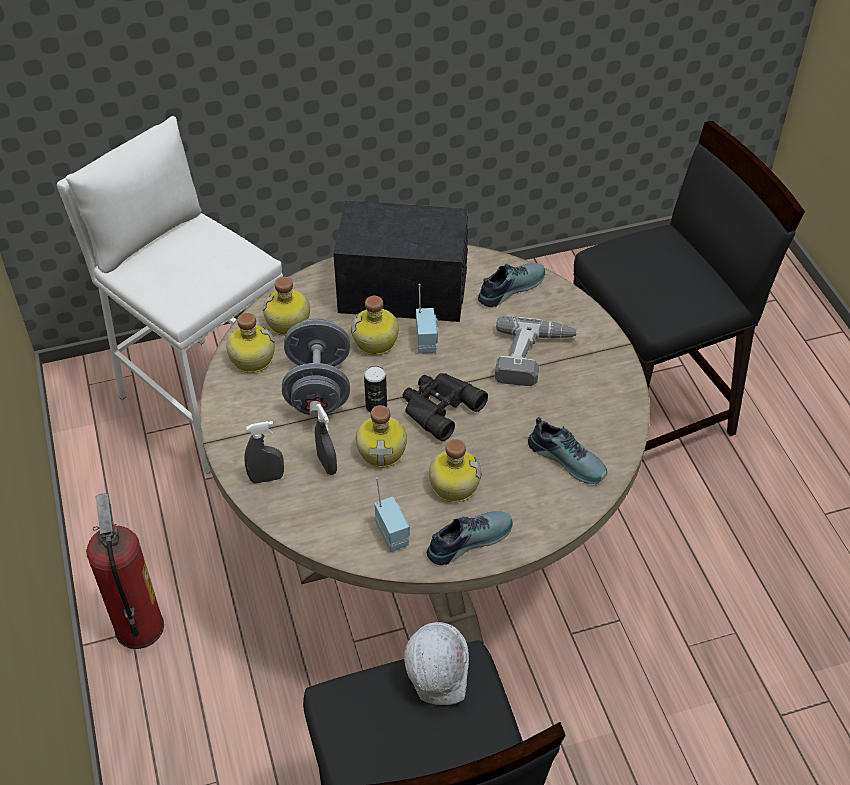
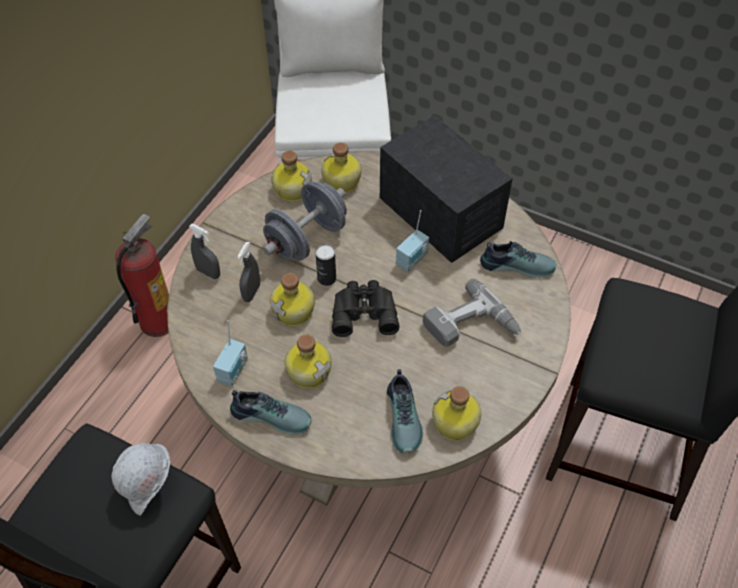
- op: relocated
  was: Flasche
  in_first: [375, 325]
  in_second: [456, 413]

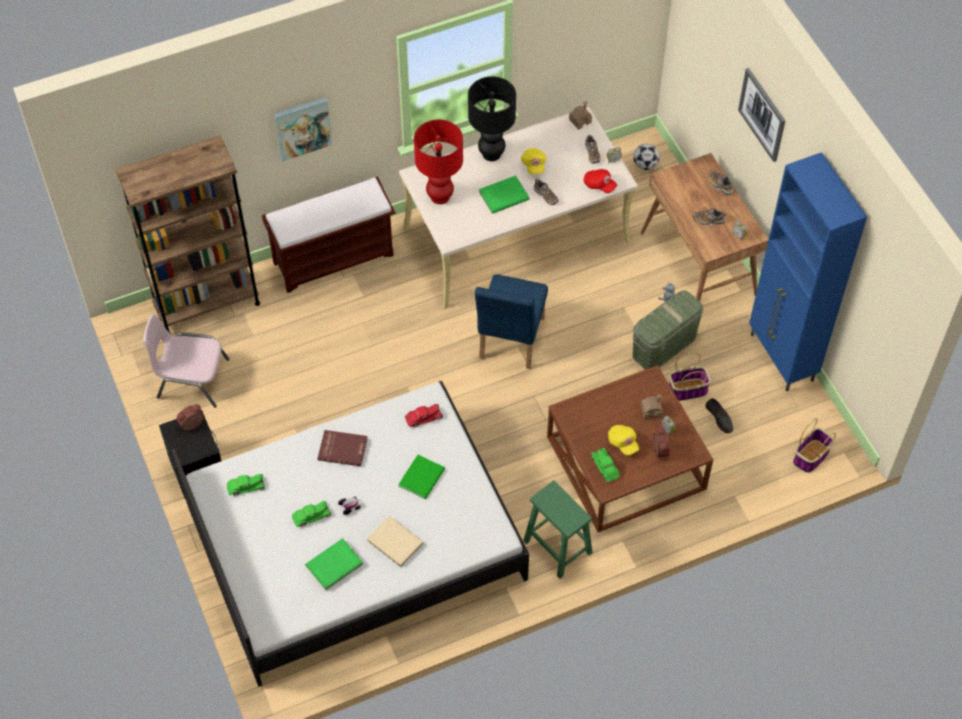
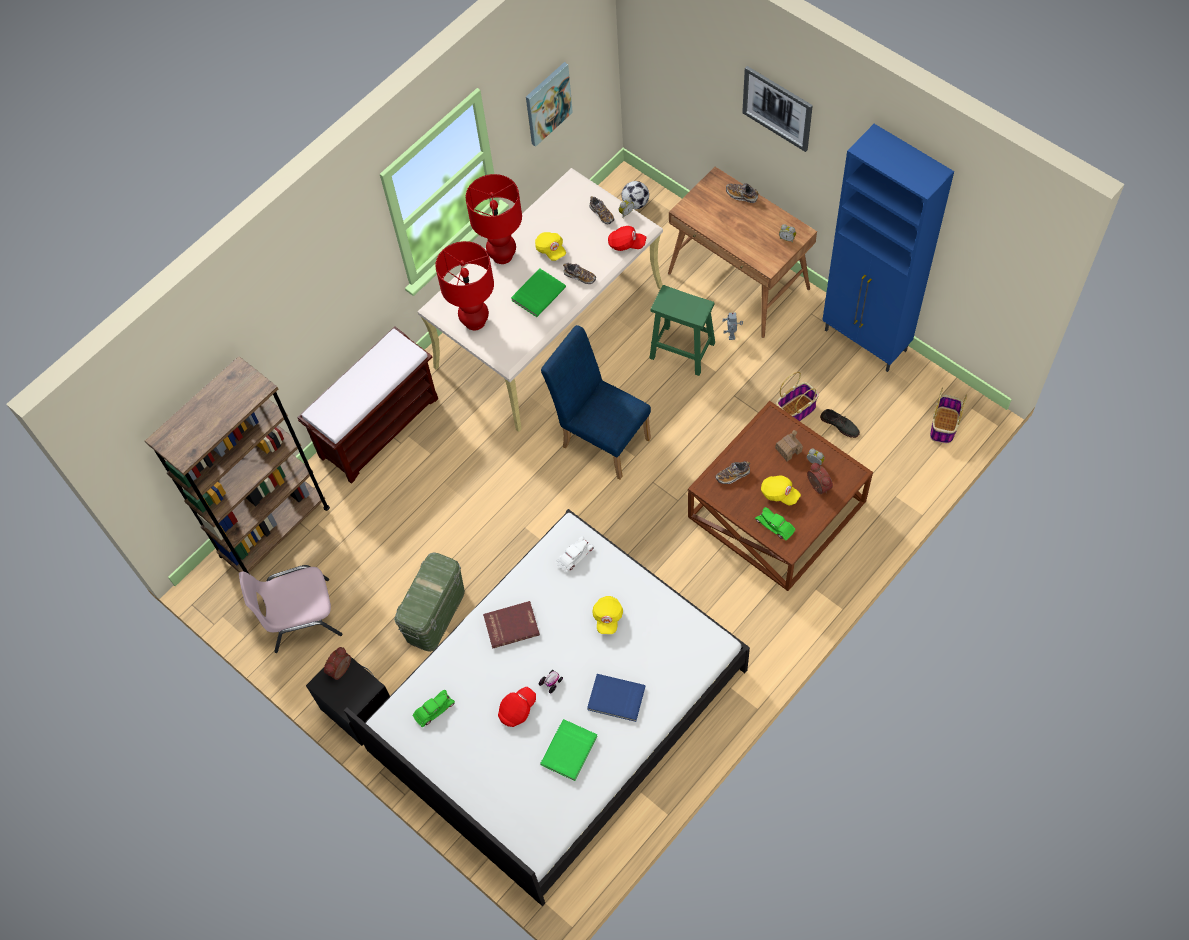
- op: missing
  was: Spielzeughaus
  in_first: [580, 115]
- op: relocated
  was: Bild
  in_first: [303, 129]
  in_second: [549, 104]
- op: relocated
  was: Hocker [grün]
  in_first: [558, 529]
  in_second: [682, 330]
- op: relocated
  was: Aufbewahrungsbox [grün]
  in_first: [667, 330]
  in_second: [429, 602]
- op: relocated
  was: Schuh
  in_first: [709, 216]
  in_second: [733, 472]
- op: exchanged
  was: Spielzeugauto [grün]
  now: Kappe [rot]
  in_first: [312, 514]
  in_second: [517, 707]
- op: exchanged
  was: Buch [grün]
  now: Kappe [gelb]
  in_first: [421, 477]
  in_second: [608, 615]
- op: colour
  was: Buch [beige]
  now: Buch [blau]
  in_first: [395, 542]
  in_second: [616, 698]
- op: colour
  was: Spielzeugauto [rot]
  now: Spielzeugauto [weiß]
  in_first: [424, 415]
  in_second: [575, 554]
- op: colour
  was: Tischlampe [schwarz]
  now: Tischlampe [rot]
  in_first: [492, 118]
  in_second: [494, 219]
- op: spun
  was: Stuhl [blau]
  in_first: [511, 321]
  in_second: [596, 402]
  clockwise: 135

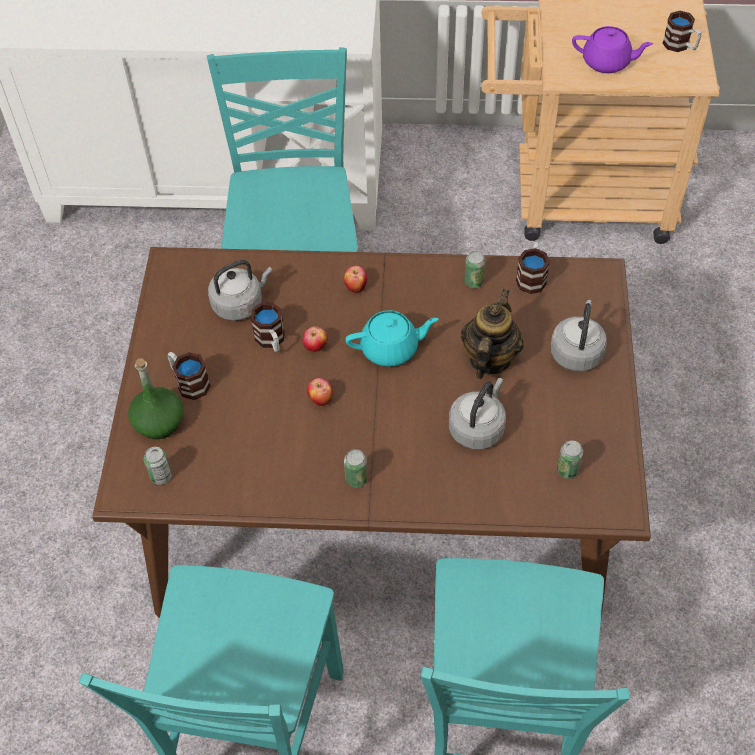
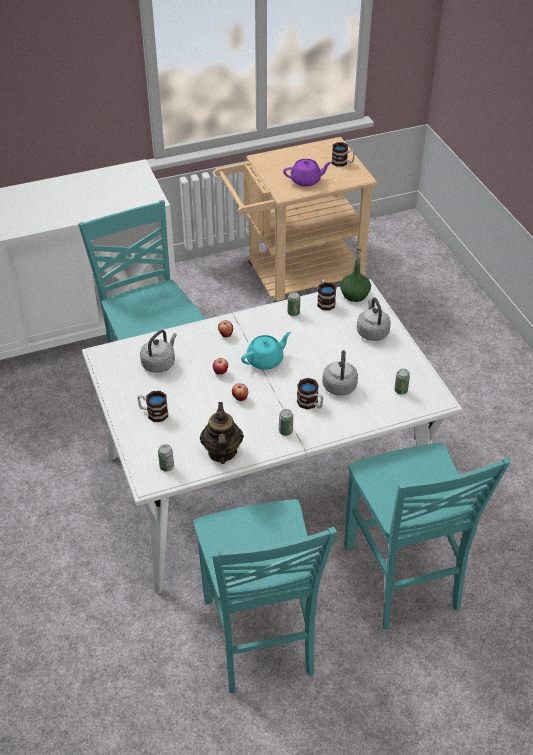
- op: relocated
  was: Flasche [grün]
  in_first: [155, 398]
  in_second: [355, 274]
- op: relocated
  was: Henkelbecher
  in_first: [268, 327]
  in_second: [310, 394]
- op: relocated
  was: Teekanne
  in_first: [492, 334]
  in_second: [222, 433]
- op: colour
  was: Esstisch [braun]
  now: Esstisch [weiß]
  in_first: [371, 432]
  in_second: [272, 436]

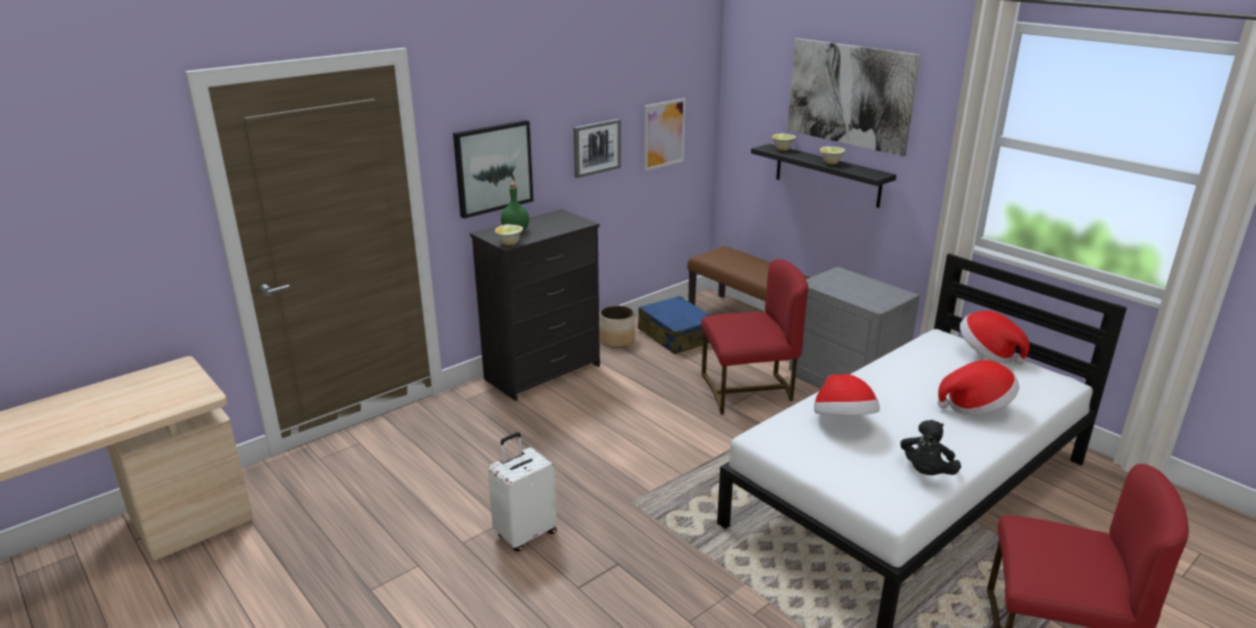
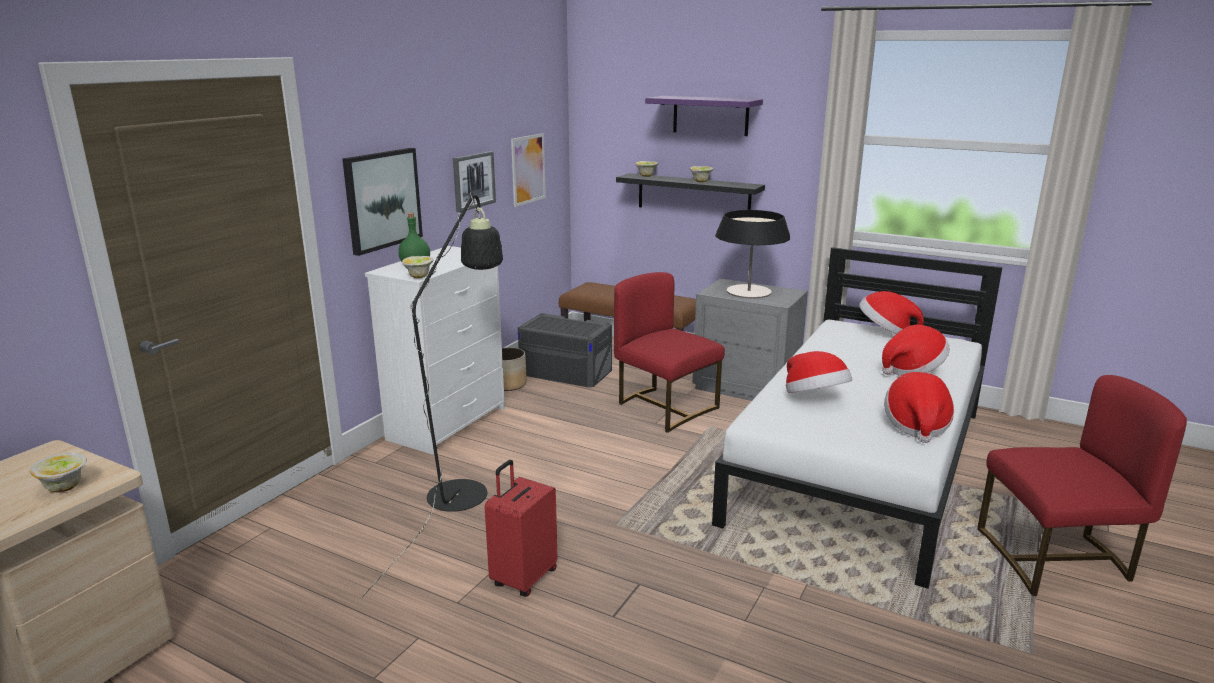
- op: appeared
  now: Schüssel
  in_second: [58, 472]
- op: appeared
  now: Stehlampe [schwarz]
  in_second: [432, 394]
- op: appeared
  now: Tischlampe
  in_second: [752, 254]
- op: exchanged
  was: Koffer [blau]
  now: Aufbewahrungsbox [grau]
  in_first: [674, 325]
  in_second: [565, 350]
- op: exchanged
  was: Bild
  now: Wandregal [lila]
  in_first: [853, 97]
  in_second: [704, 116]
- op: exchanged
  was: Plüschtier [schwarz]
  now: Hut
  in_first: [930, 447]
  in_second: [919, 407]
- op: colour
  was: Kommode [schwarz]
  now: Kommode [weiß]
  in_first: [535, 305]
  in_second: [435, 350]
- op: colour
  was: Koffer [weiß]
  now: Koffer [rot]
  in_first: [522, 492]
  in_second: [521, 528]
- op: spun
  was: Stuhl [rot]
  in_first: [754, 337]
  in_second: [669, 352]
  clockwise: -105

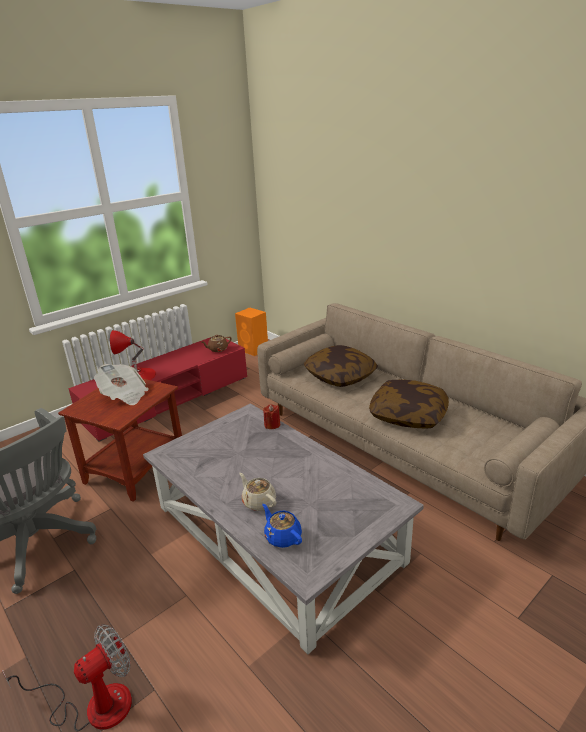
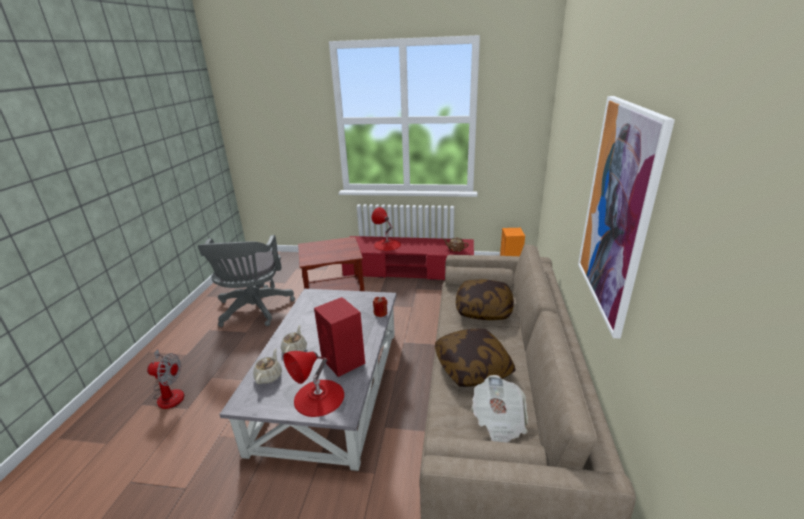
- op: appeared
  now: Tischlampe [rot]
  in_second: [313, 384]
- op: appeared
  now: Lautsprecher [rot]
  in_second: [339, 337]
- op: appeared
  now: Bild
  in_second: [626, 217]
- op: relocated
  was: Zeitung
  in_first: [121, 384]
  in_second: [500, 409]
- op: colour
  was: Teekanne [blau]
  now: Teekanne [beige]
  in_first: [282, 526]
  in_second: [267, 366]

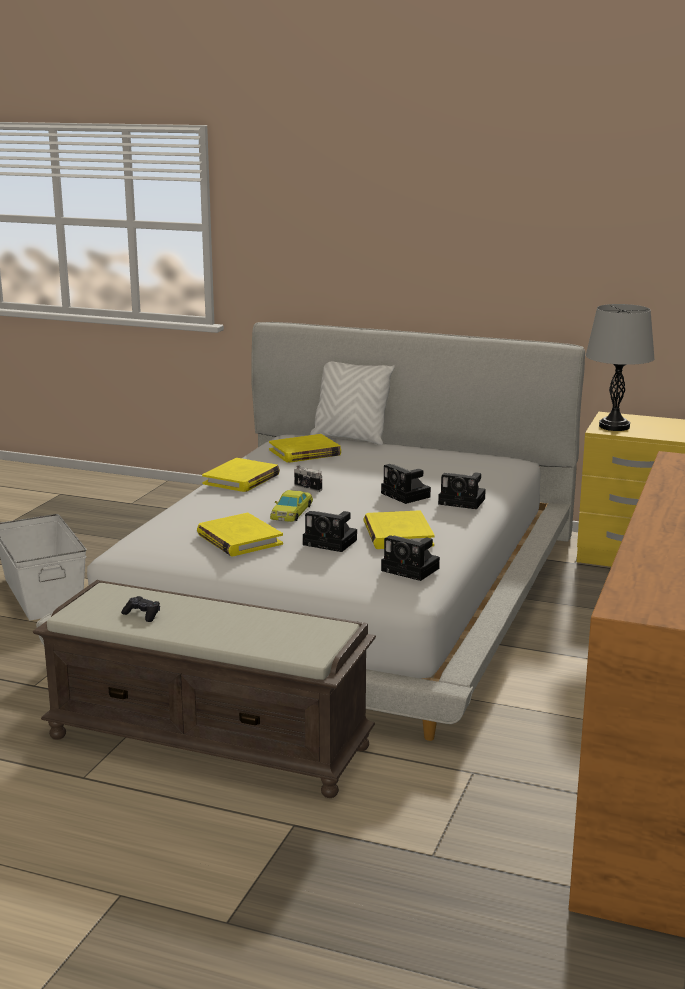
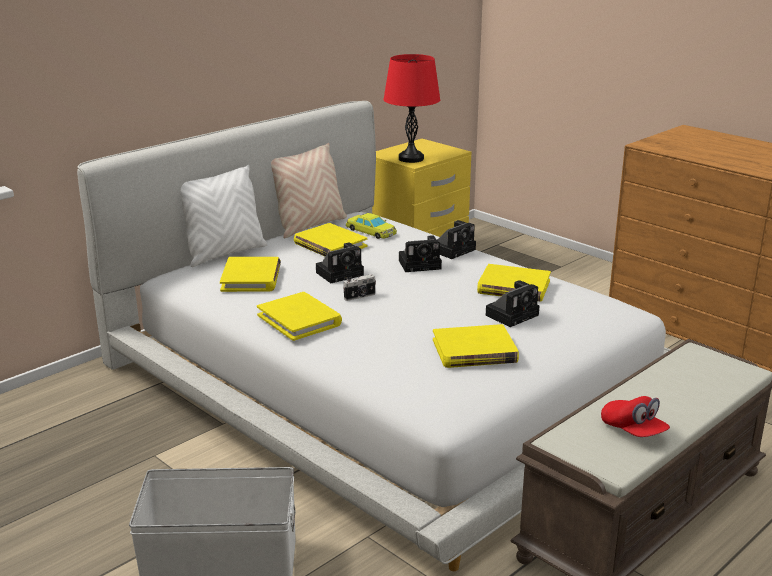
- op: appeared
  now: Kissen [beige]
  in_second: [309, 190]
- op: appeared
  now: Buch [gelb]
  in_second: [330, 239]
- op: relocated
  was: Spielzeugauto [gelb]
  in_first: [291, 506]
  in_second: [371, 226]
- op: relocated
  was: Kamera
  in_first: [410, 558]
  in_second: [340, 263]
- op: exchanged
  was: Gamepad [schwarz]
  now: Kappe [rot]
  in_first: [140, 609]
  in_second: [635, 416]
- op: colour
  was: Tischlampe [grau]
  now: Tischlampe [rot]
  in_first: [620, 367]
  in_second: [411, 108]

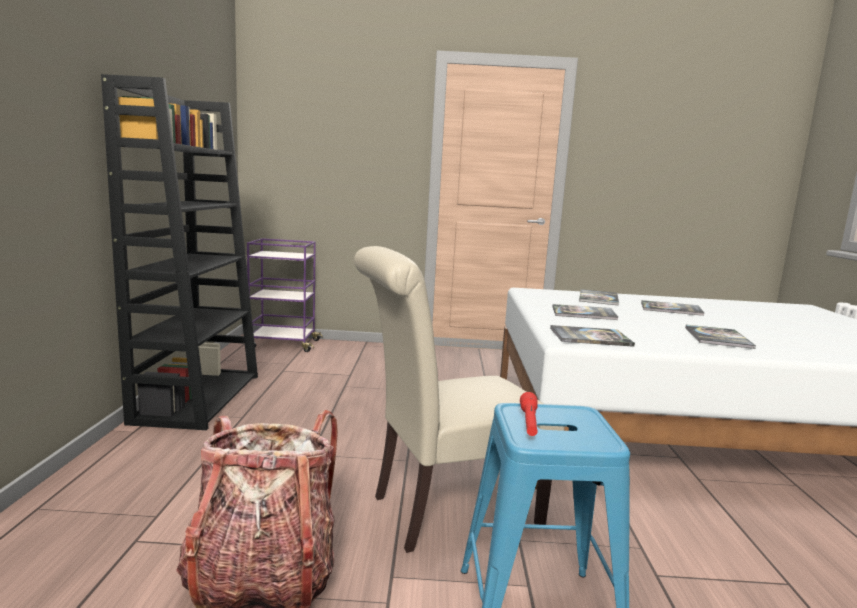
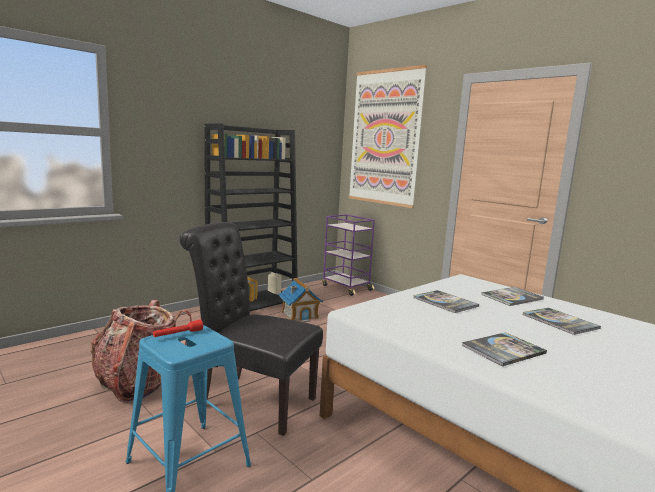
- op: missing
  was: Buch
  in_first: [592, 336]
- op: appeared
  now: Spielzeughaus
  in_second: [301, 300]
- op: appeared
  now: Bild
  in_second: [388, 136]
- op: colour
  was: Stuhl [beige]
  now: Stuhl [schwarz]
  in_first: [459, 399]
  in_second: [251, 329]

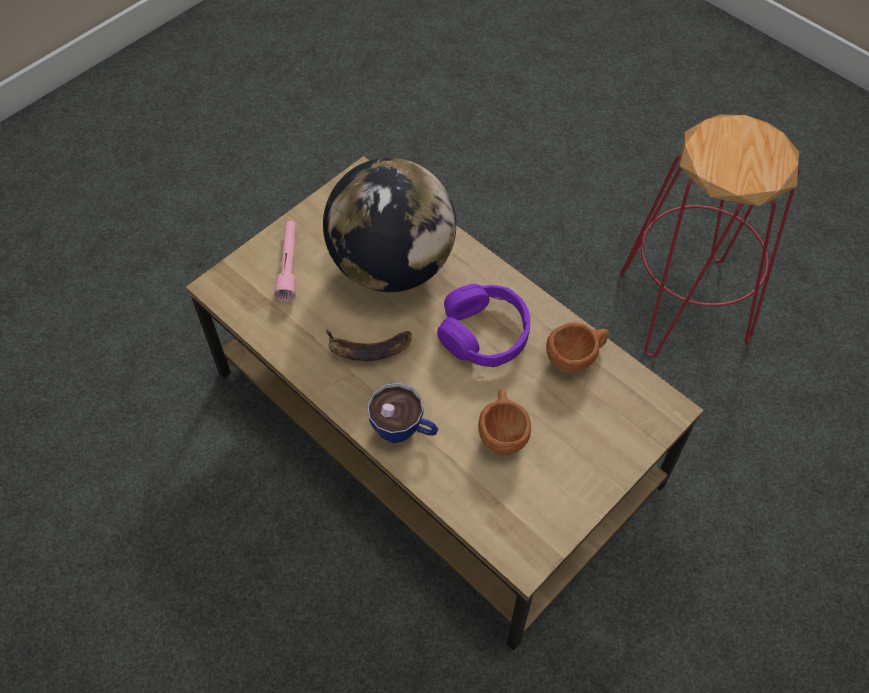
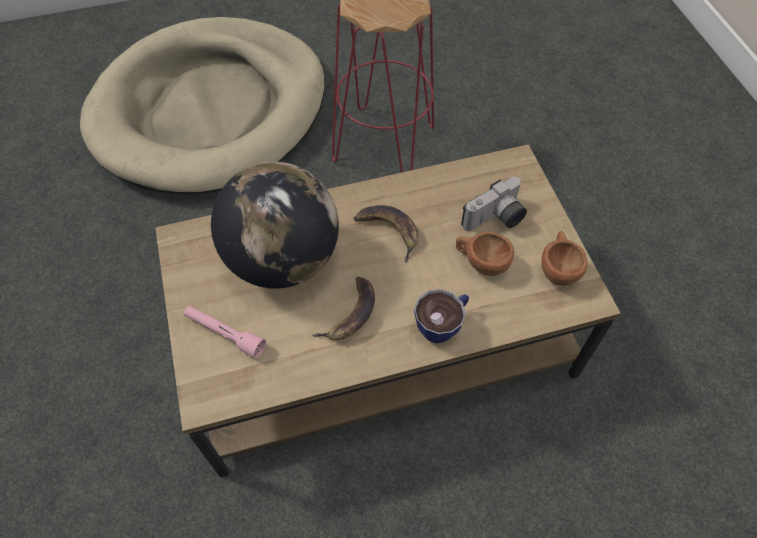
- op: appeared
  now: Hundebett [beige]
  in_second: [202, 105]
- op: appeared
  now: Kamera
  in_second: [494, 204]
- op: relocated
  was: Tasse [braun]
  in_first: [577, 347]
  in_second: [564, 258]
- op: exchanged
  was: Kopfhörer [lila]
  now: Banane
  in_first: [483, 325]
  in_second: [386, 234]

